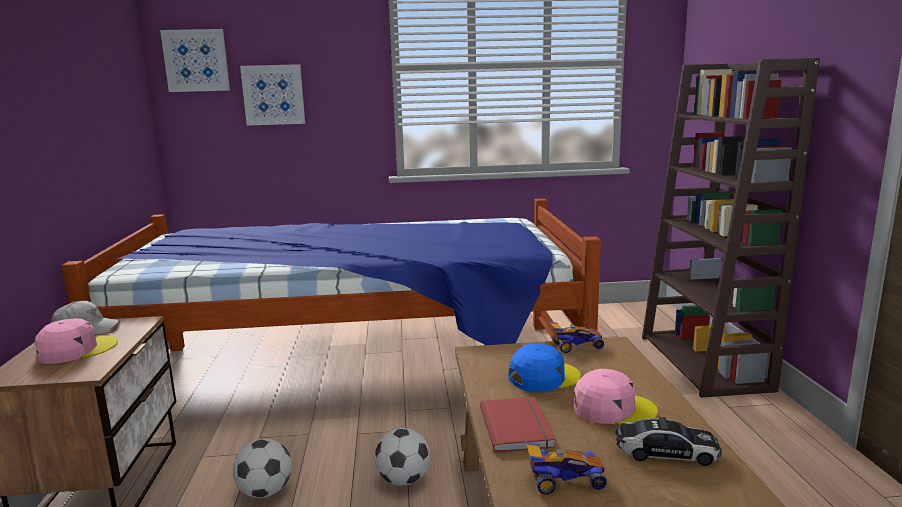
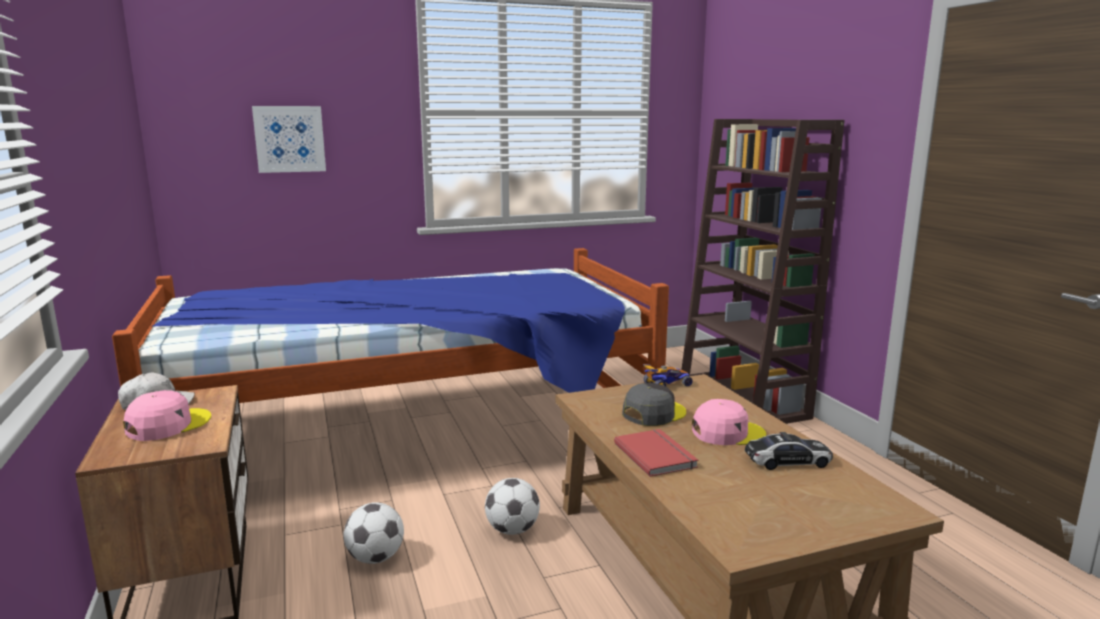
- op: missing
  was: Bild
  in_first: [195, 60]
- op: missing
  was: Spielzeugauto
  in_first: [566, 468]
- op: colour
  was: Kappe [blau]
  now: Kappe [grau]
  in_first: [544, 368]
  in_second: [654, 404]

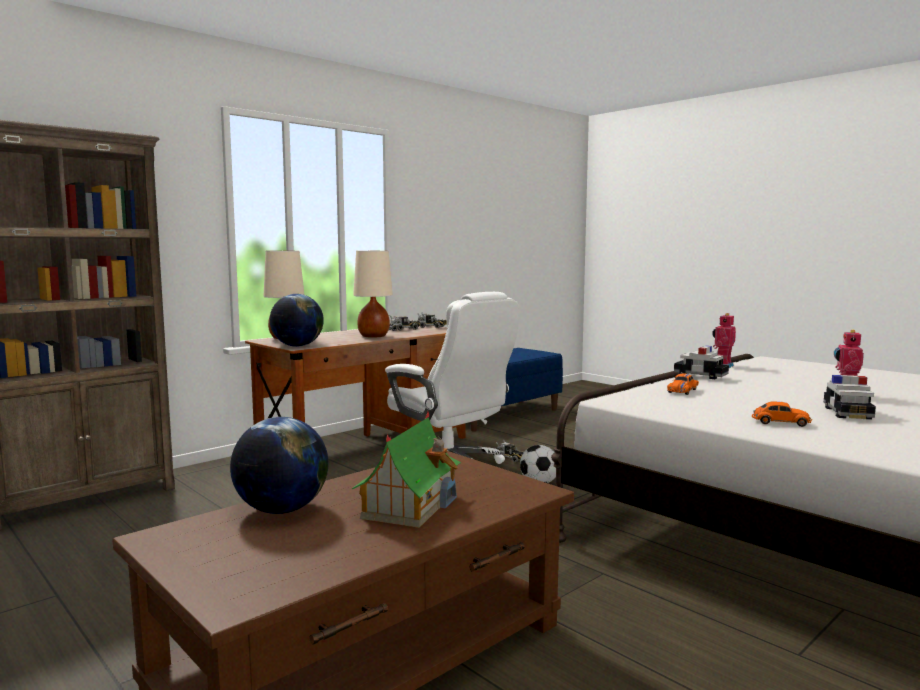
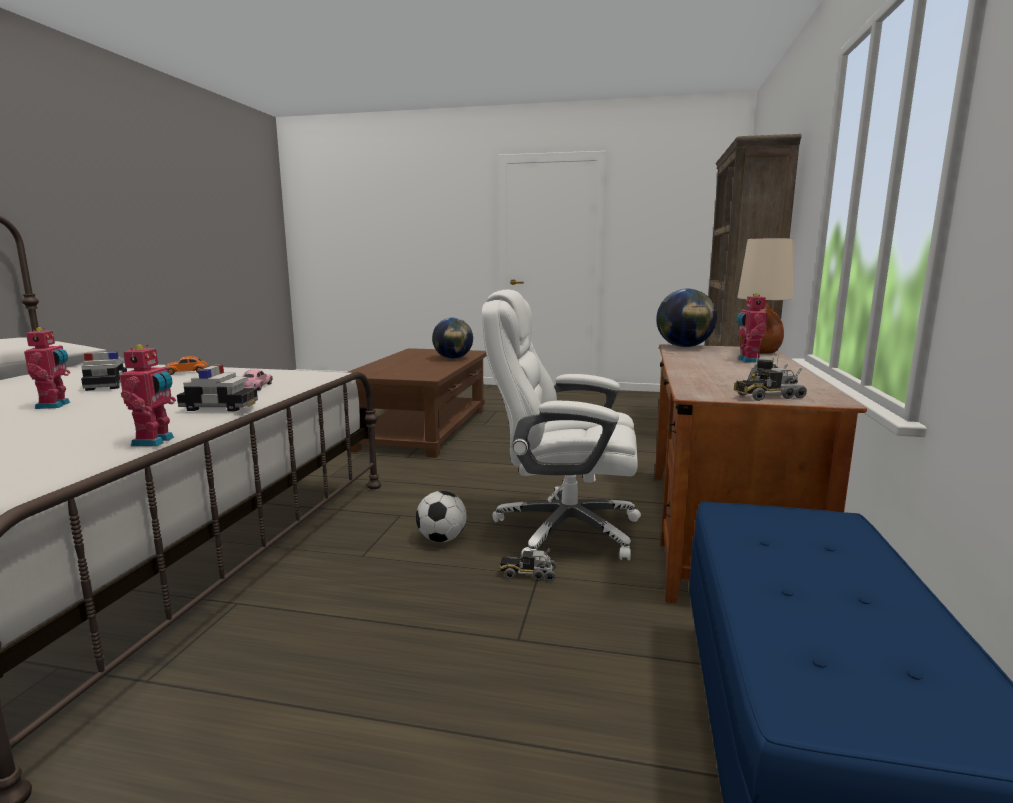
- op: missing
  was: Spielzeughaus
  in_first: [406, 469]
- op: missing
  was: Tischlampe [beige]
  in_first: [373, 294]
- op: appeared
  now: Spielzeugroboter
  in_second: [752, 328]
- op: colour
  was: Spielzeugauto [orange]
  now: Spielzeugauto [rosa]
  in_first: [683, 384]
  in_second: [257, 379]

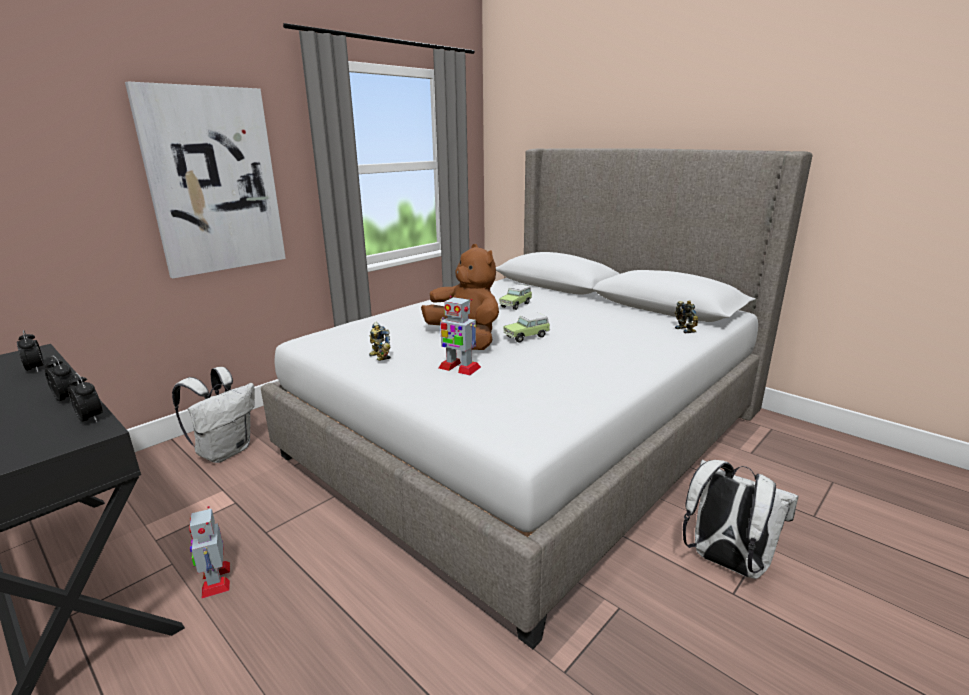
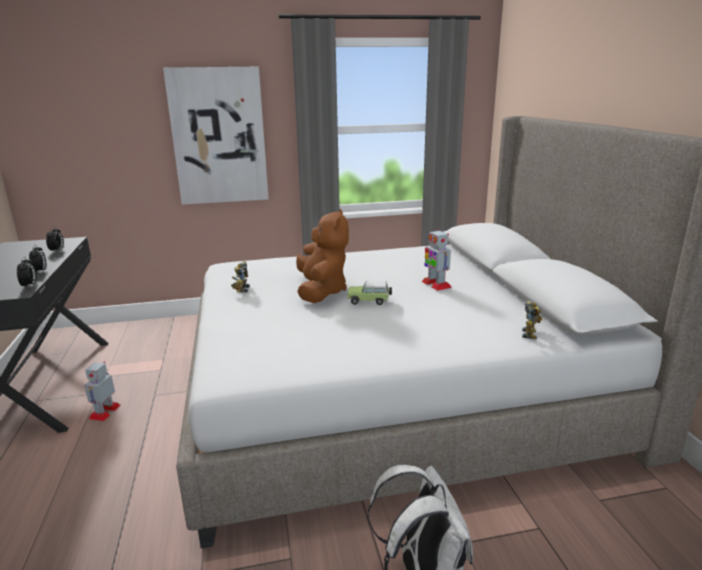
- op: missing
  was: Rucksack [weiß]
  in_first: [213, 415]
- op: missing
  was: Spielzeugauto
  in_first: [515, 297]
- op: relocated
  was: Spielzeugroboter
  in_first: [460, 335]
  in_second: [437, 260]

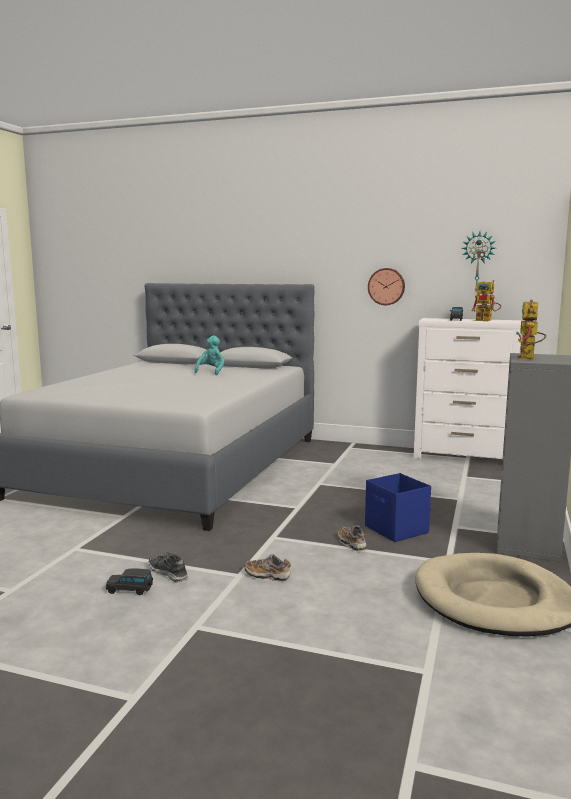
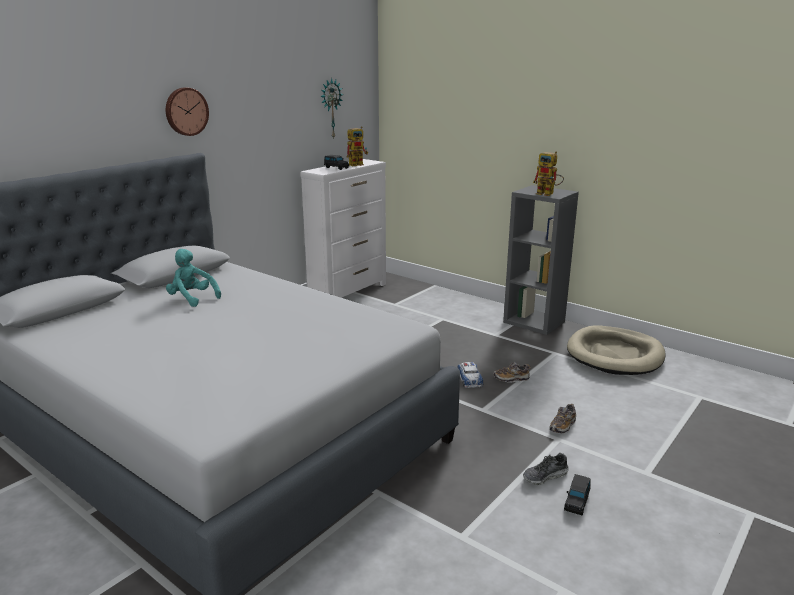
- op: missing
  was: Aufbewahrungsbox [blau]
  in_first: [398, 507]
- op: appeared
  now: Spielzeugauto
  in_second: [470, 375]
- op: relocated
  was: Wanduhr
  in_first: [386, 286]
  in_second: [187, 112]

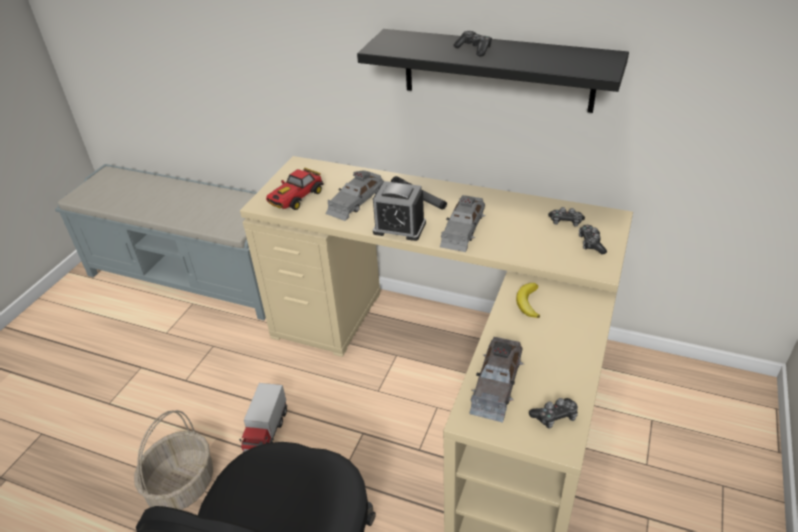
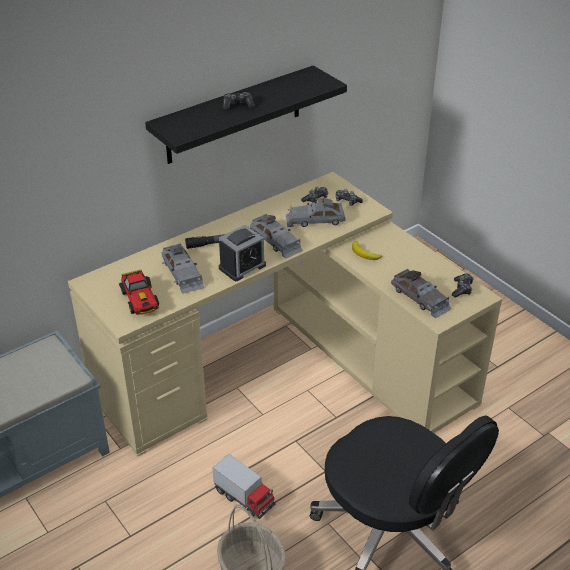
- op: appeared
  now: Spielzeugauto [grau]
  in_second: [316, 212]

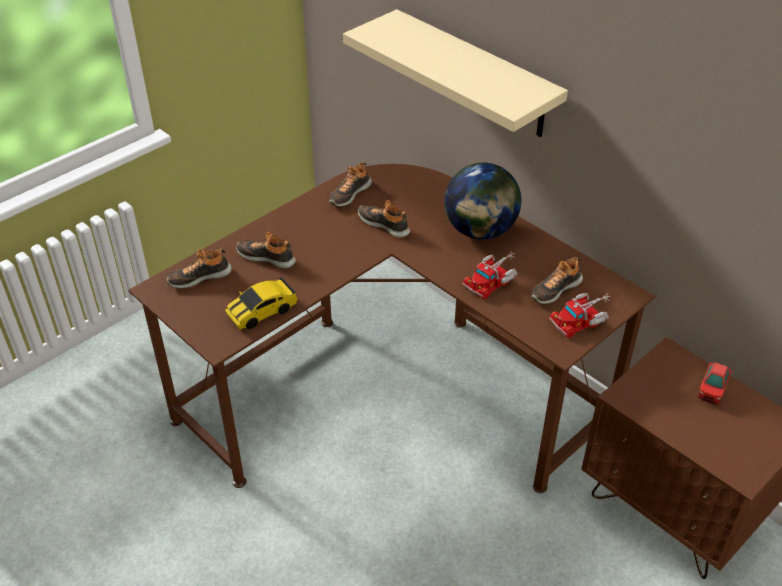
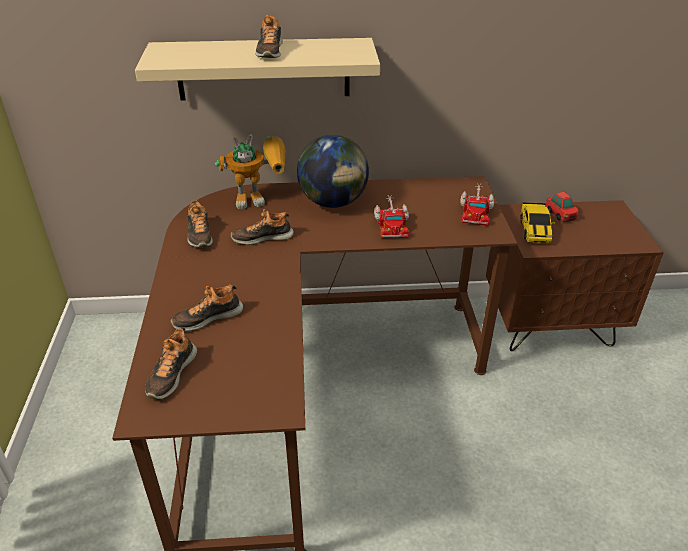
- op: appeared
  now: Spielzeugroboter
  in_second: [250, 171]
- op: relocated
  was: Spielzeugauto
  in_first: [261, 303]
  in_second: [537, 222]
- op: relocated
  was: Schuh
  in_first: [557, 280]
  in_second: [269, 36]

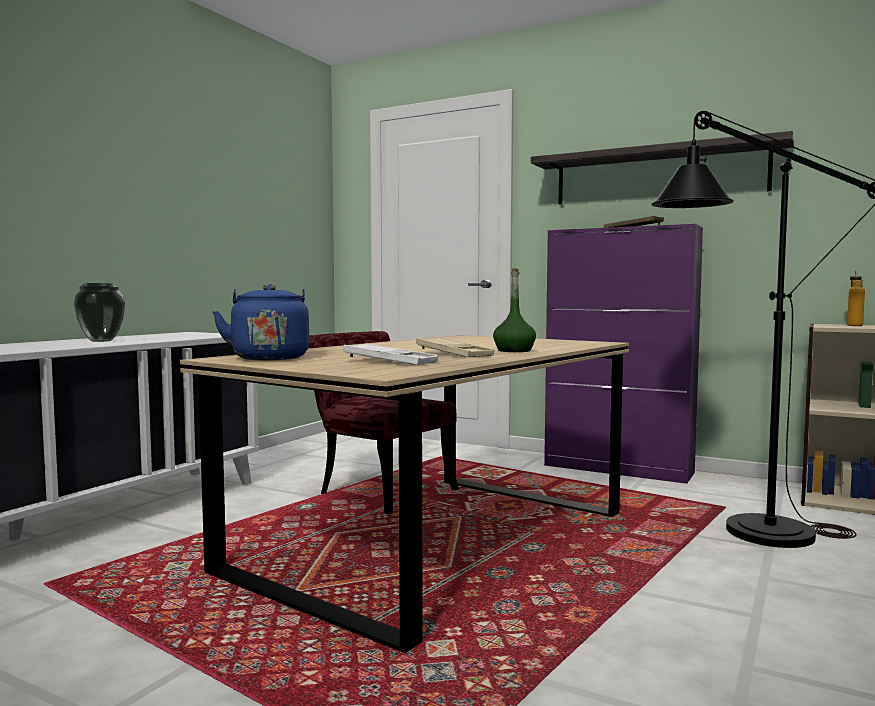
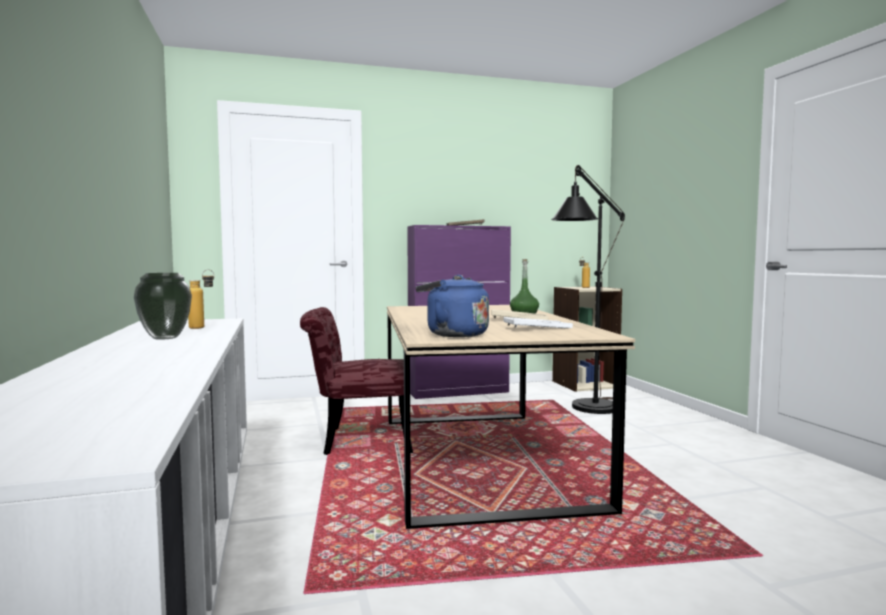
- op: missing
  was: Wandregal
  in_first: [662, 167]
- op: appeared
  now: Flasche
  in_second: [201, 299]

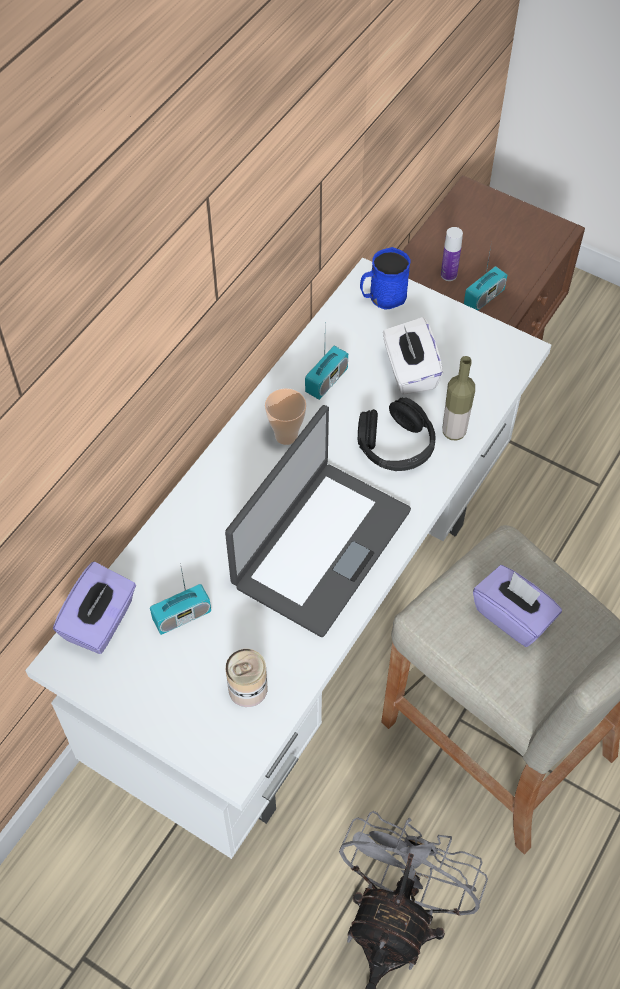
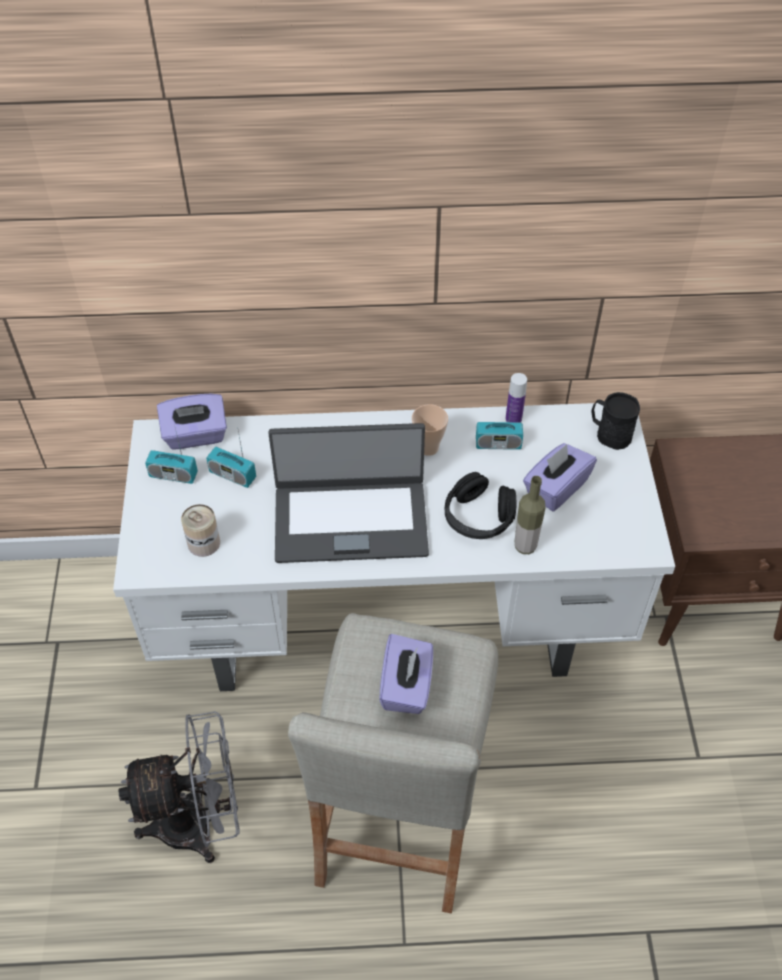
- op: relocated
  was: Flasche
  in_first: [452, 254]
  in_second: [516, 398]
- op: relocated
  was: Radio
  in_first: [485, 275]
  in_second: [171, 456]
- op: colour
  was: Henkelbecher [blau]
  now: Henkelbecher [schwarz]
  in_first: [385, 278]
  in_second: [615, 421]
- op: colour
  was: Taschentuchbox [weiß]
  now: Taschentuchbox [lila]
  in_first: [413, 356]
  in_second: [560, 477]

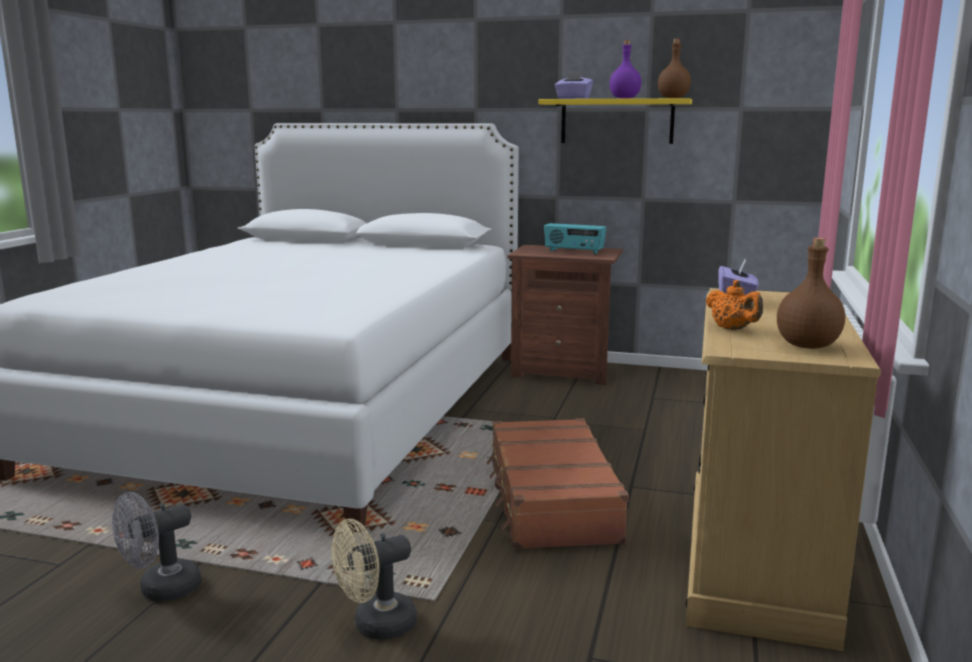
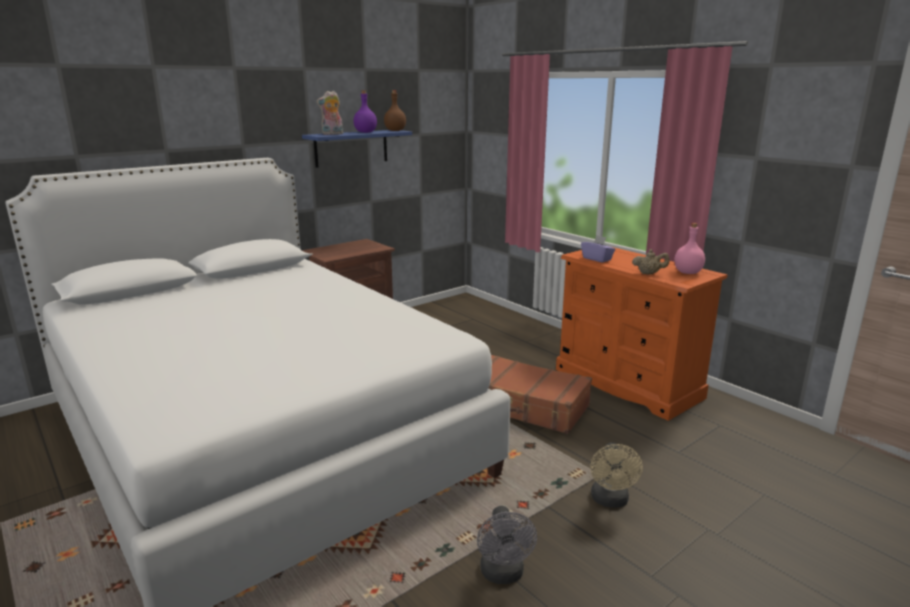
- op: missing
  was: Radio
  in_first: [575, 238]
- op: exchanged
  was: Taschentuchbox [lila]
  now: Plüschtier
  in_first: [574, 84]
  in_second: [329, 113]
- op: colour
  was: Wandregal [gelb]
  now: Wandregal [blau]
  in_first: [615, 121]
  in_second: [357, 149]
- op: colour
  was: Kommode [beige]
  now: Kommode [orange]
  in_first: [783, 469]
  in_second: [641, 334]
- op: colour
  was: Teekanne [orange]
  now: Teekanne [beige]
  in_first: [734, 305]
  in_second: [651, 261]
- op: colour
  was: Flasche [braun]
  now: Flasche [rosa]
  in_first: [811, 293]
  in_second: [689, 248]

